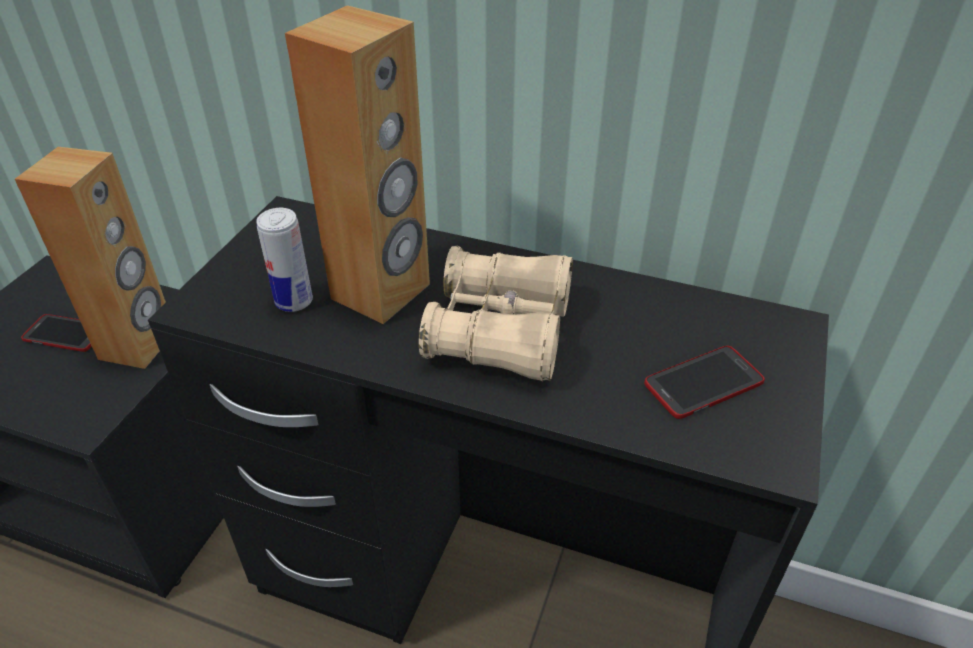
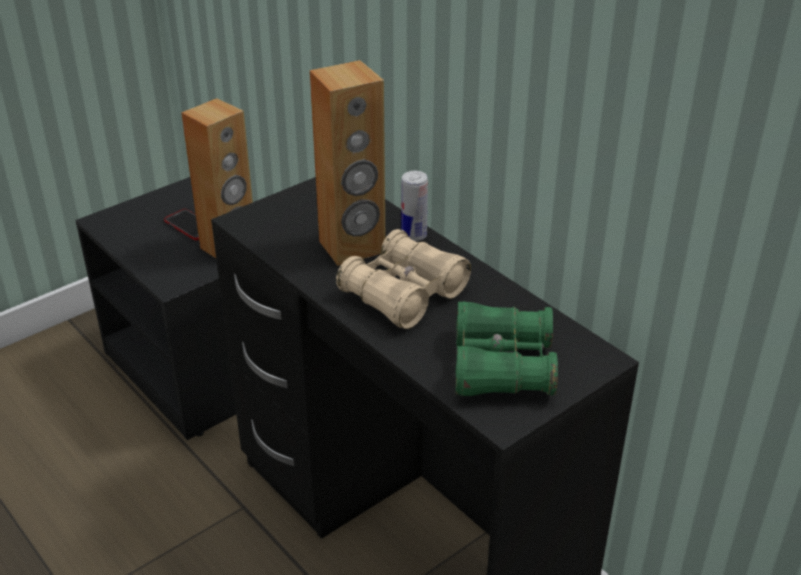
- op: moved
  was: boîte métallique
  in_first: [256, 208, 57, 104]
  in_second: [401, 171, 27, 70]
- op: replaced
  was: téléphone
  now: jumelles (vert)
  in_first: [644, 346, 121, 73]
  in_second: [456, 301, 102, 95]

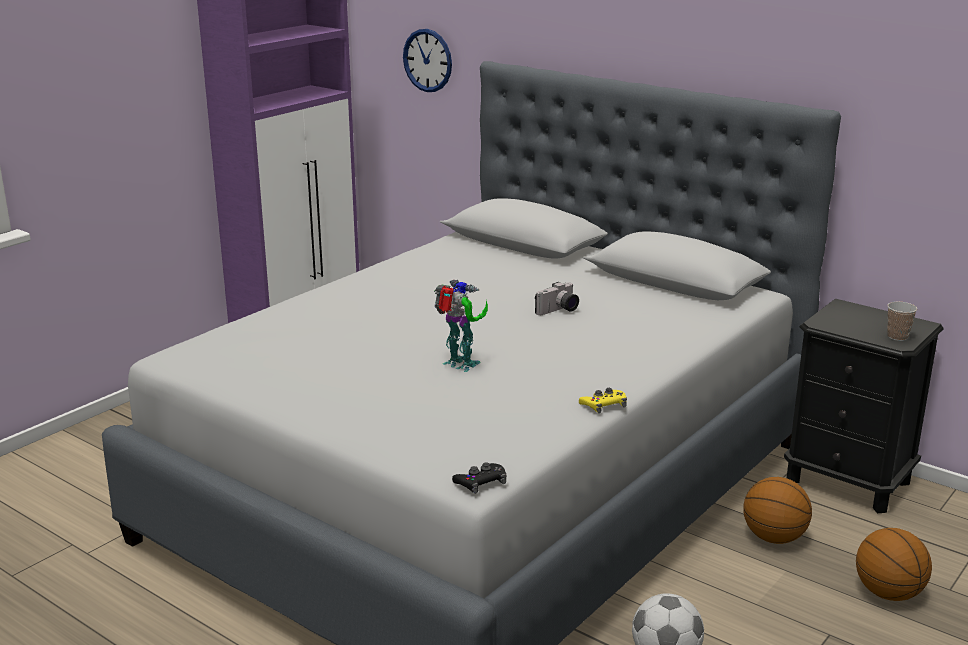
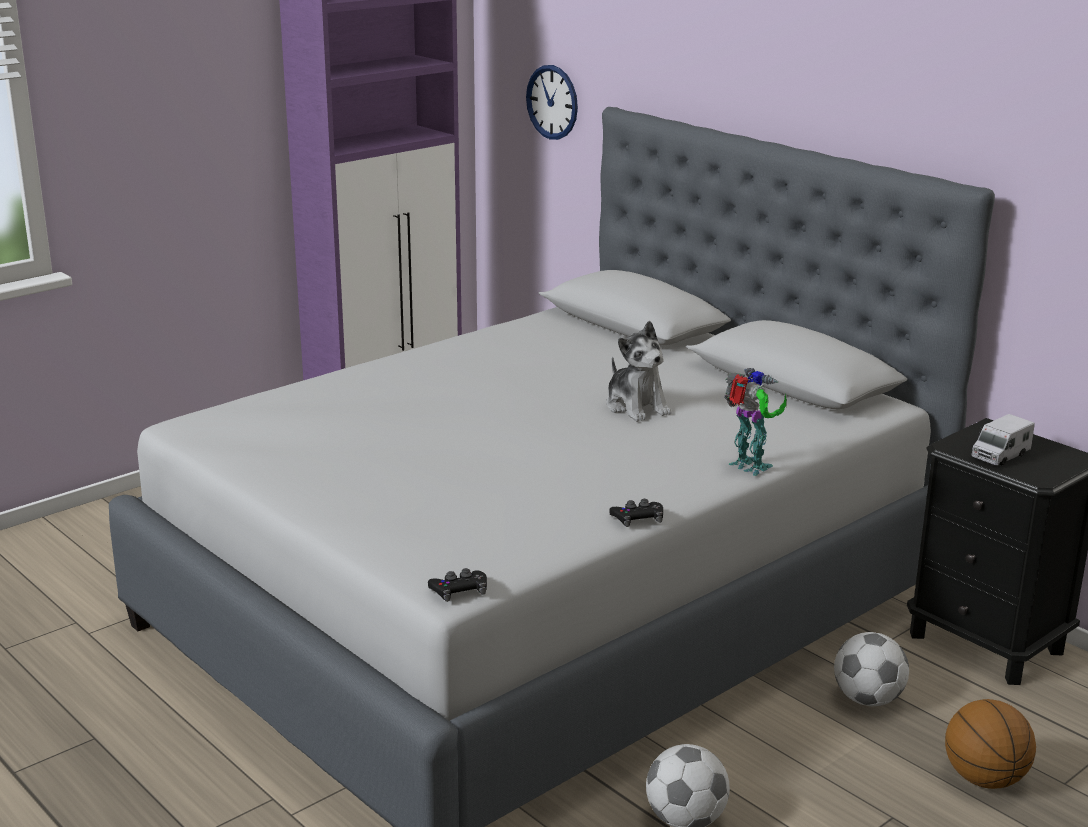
- op: moved
  was: robot jouet
  in_first: [434, 280, 54, 92]
  in_second: [724, 368, 63, 108]
- op: replaced
  was: appareil photo
  now: peluche
  in_first: [535, 282, 44, 33]
  in_second: [606, 321, 66, 101]
- op: removed
  was: tasse
  in_first: [887, 302, 30, 39]
- op: recoloured
  was: manette (jaune)
  now: manette (noir)
  in_first: [579, 388, 48, 25]
  in_second: [609, 499, 54, 28]
- op: replaced
  was: ballon de basket
  now: ballon de foot
  in_first: [743, 477, 69, 67]
  in_second: [834, 632, 75, 74]
- op: added
  now: camion jouet
  in_second: [971, 414, 64, 52]

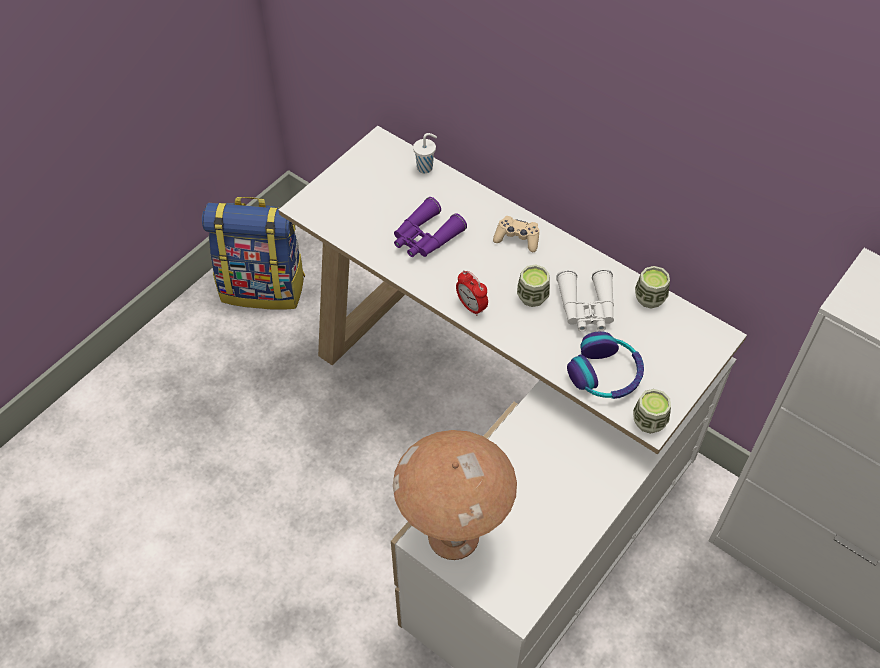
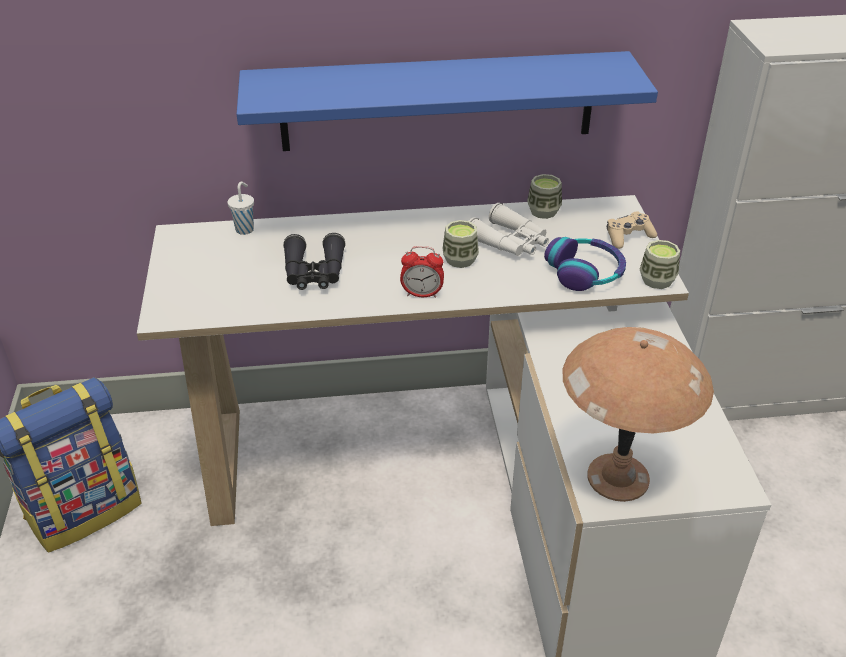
- op: recoloured
  was: jumelles (violet)
  now: jumelles (noir)
  in_first: [394, 197, 73, 60]
  in_second: [283, 233, 62, 57]
- op: moved
  was: manette (beige)
  in_first: [493, 216, 47, 36]
  in_second: [607, 211, 50, 38]
- op: added
  now: étagère (bleu)
  in_second: [236, 51, 422, 100]

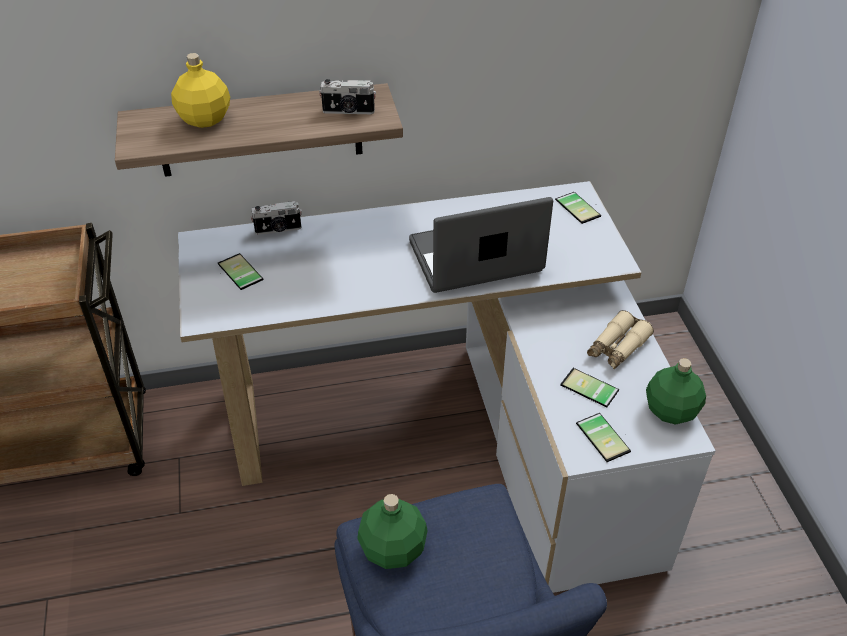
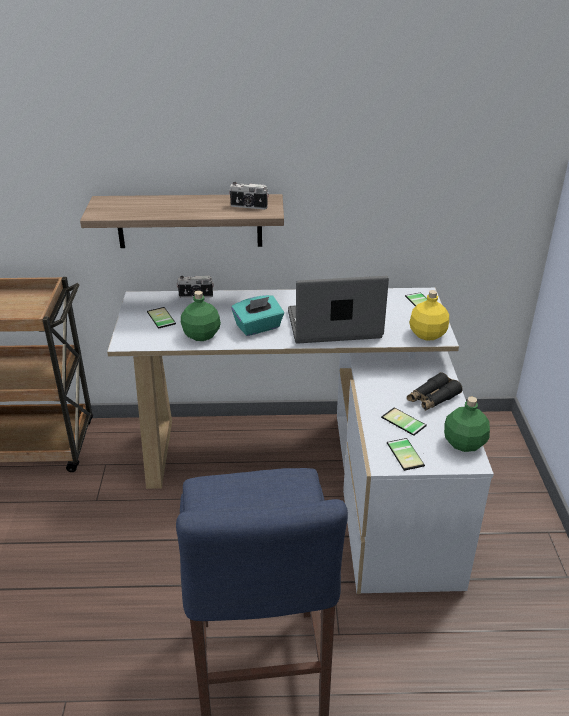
- op: moved
  was: bouteille (jaune)
  in_first: [171, 53, 59, 75]
  in_second: [409, 290, 40, 50]
- op: recoloured
  was: jumelles (beige)
  now: jumelles (noir)
  in_first: [587, 310, 67, 59]
  in_second: [407, 372, 56, 39]
- op: moved
  was: bouteille (vert)
  in_first: [357, 494, 71, 75]
  in_second: [181, 291, 40, 50]
- op: added
  now: boîte à mouchoirs (turquoise)
  in_second: [231, 295, 53, 41]

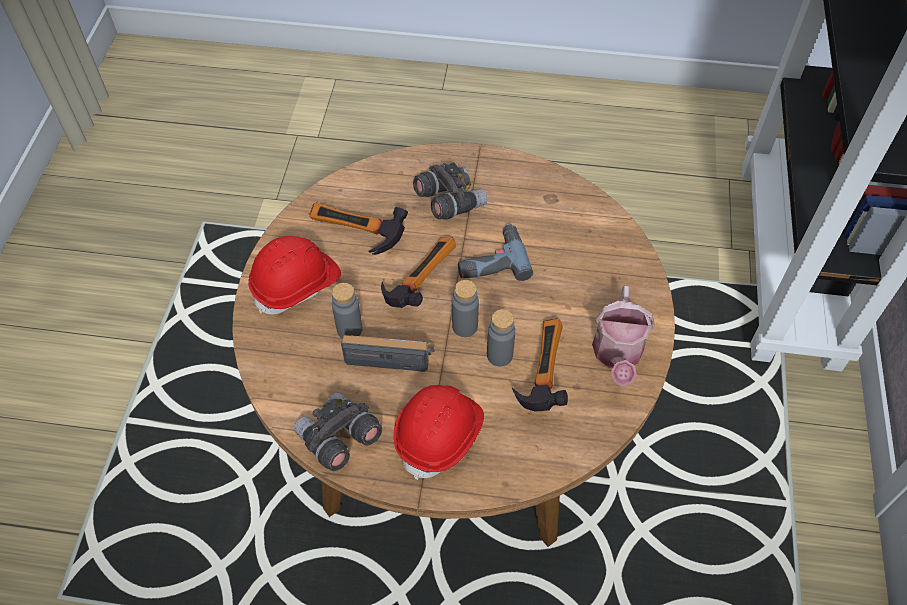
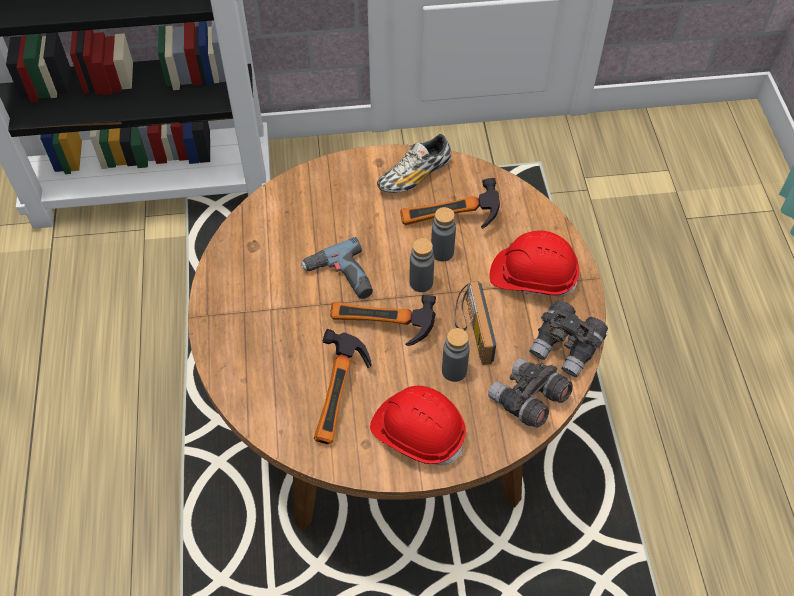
- op: moved
  was: jumelles (gris)
  in_first: [413, 162, 74, 58]
  in_second: [488, 358, 84, 70]
- op: replaced
  was: arrosoir
  now: chaussure
  in_first: [592, 286, 63, 100]
  in_second: [377, 134, 74, 59]

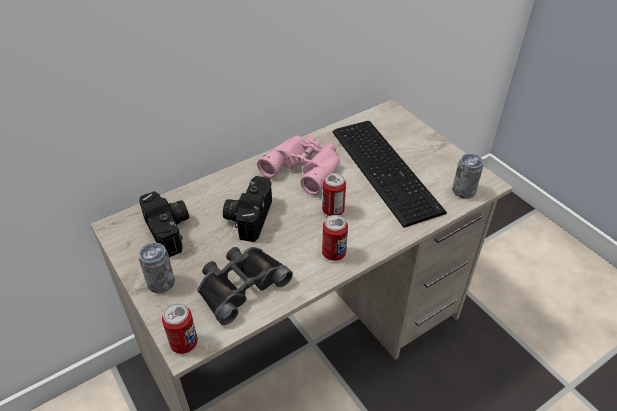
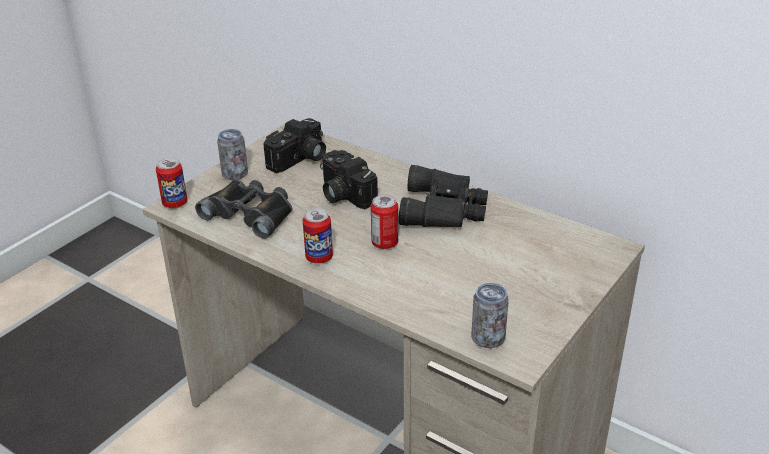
- op: removed
  was: clavier
  in_first: [333, 121, 114, 107]
- op: recoloured
  was: jumelles (rose)
  now: jumelles (noir)
  in_first: [257, 136, 83, 59]
  in_second: [399, 165, 89, 62]
- op: turned
  was: appareil photo
  in_first: [223, 176, 49, 66]
  in_second: [320, 150, 58, 59]
  clockwise: -120

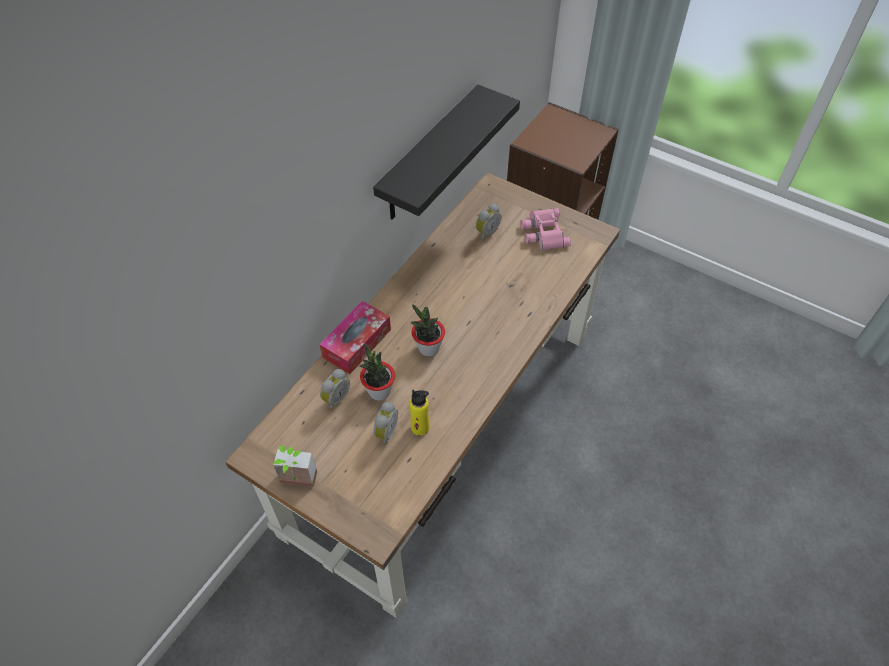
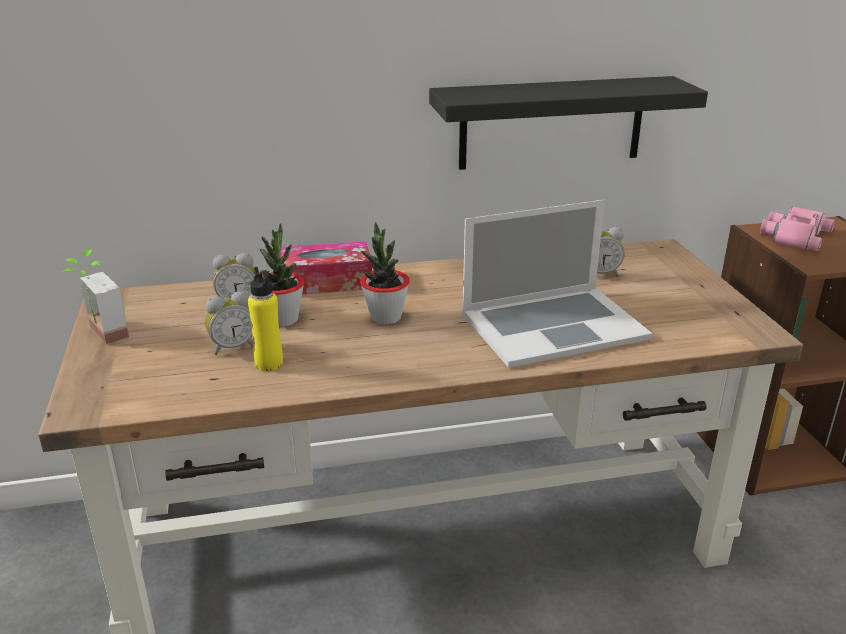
- op: moved
  was: jumelles (rose)
  in_first: [520, 208, 51, 42]
  in_second: [760, 206, 75, 45]
- op: added
  now: ordinateur portable
  in_second: [462, 200, 191, 168]

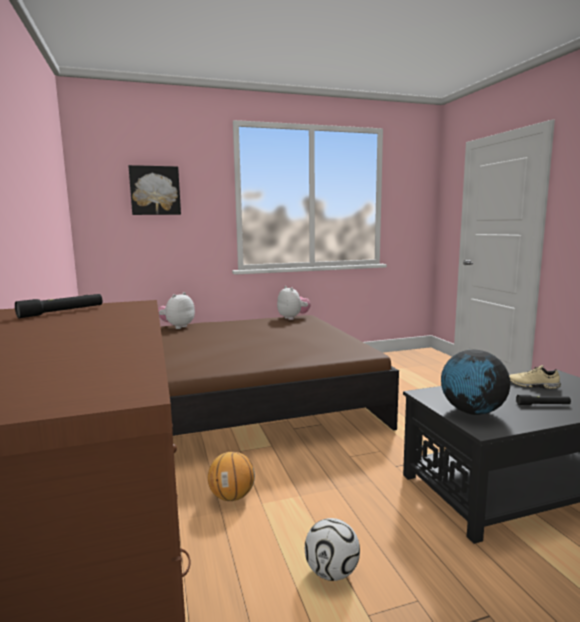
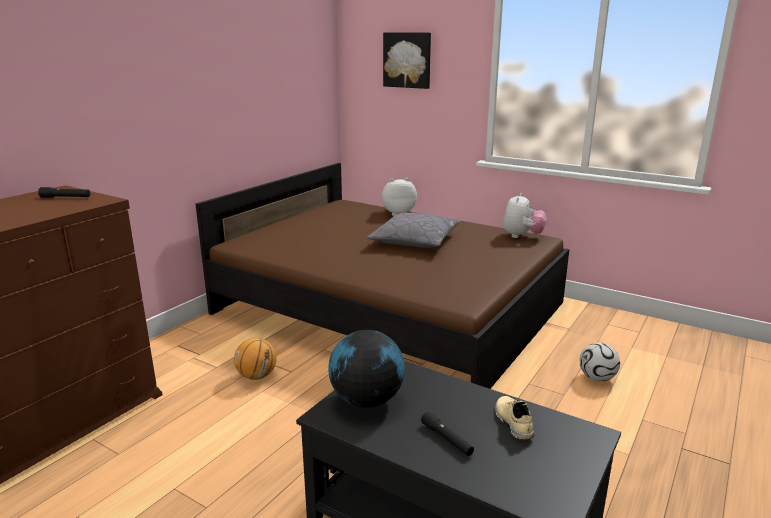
- op: moved
  was: ballon de foot
  in_first: [305, 518, 55, 63]
  in_second: [579, 343, 41, 38]
- op: added
  now: coussin (gris)
  in_second: [366, 213, 94, 35]

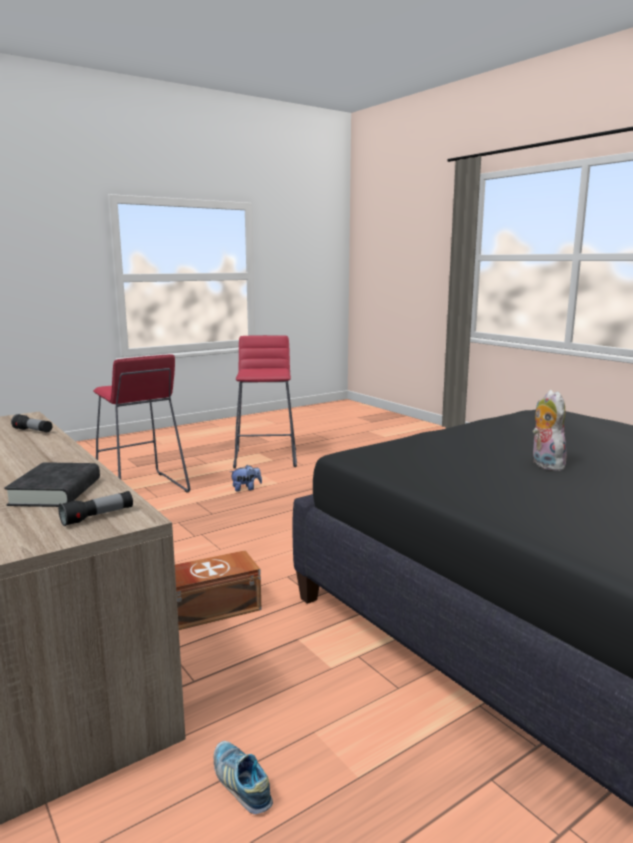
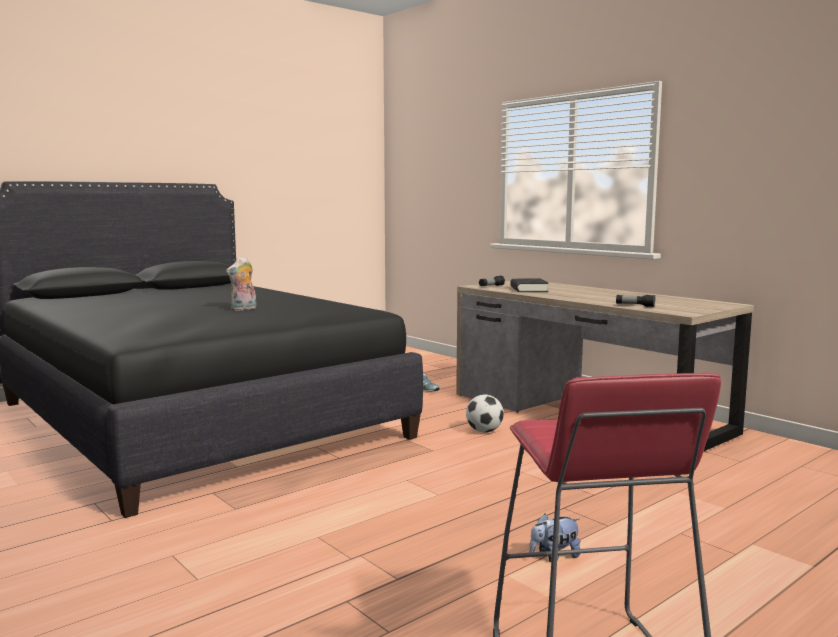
- op: removed
  was: tabouret (rouge)
  in_first: [93, 354, 97, 139]
- op: turned
  was: peluche
  in_first: [532, 390, 36, 81]
  in_second: [226, 257, 30, 54]
  clockwise: 60
- op: replaced
  was: boîte de rangement (marron)
  now: ballon de foot
  in_first: [175, 550, 86, 80]
  in_second: [466, 394, 38, 38]

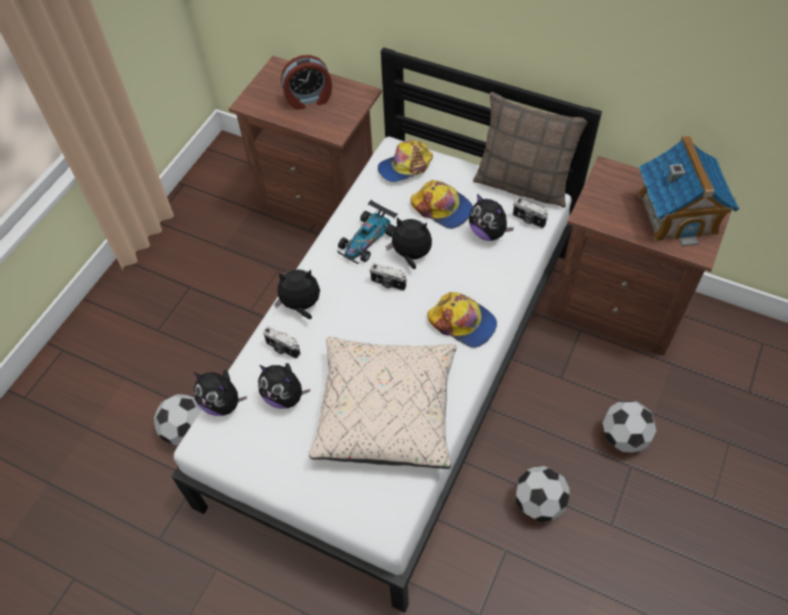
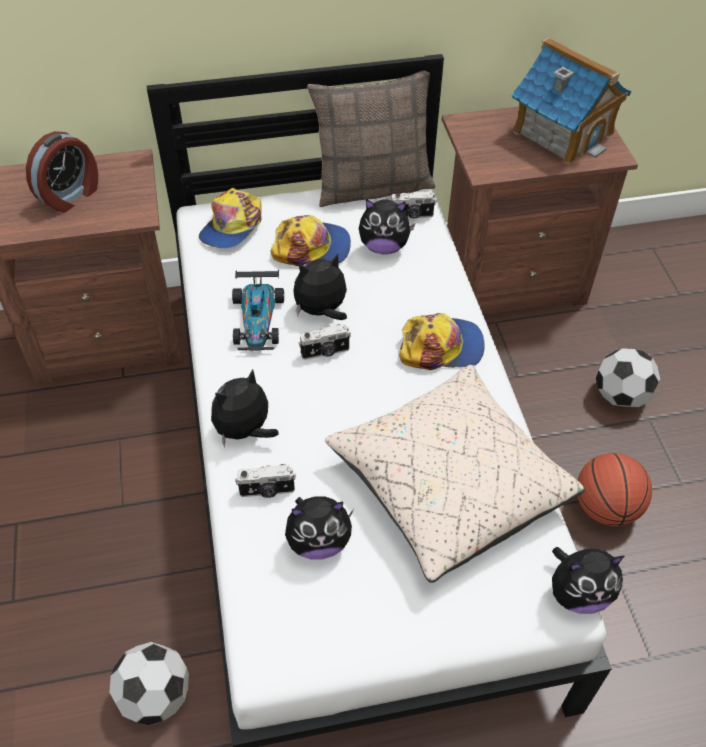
- op: moved
  was: peluche
  in_first: [193, 370, 54, 46]
  in_second: [552, 547, 73, 67]
- op: replaced
  was: ballon de foot
  now: ballon de basket
  in_first: [515, 466, 54, 56]
  in_second: [578, 453, 74, 73]

